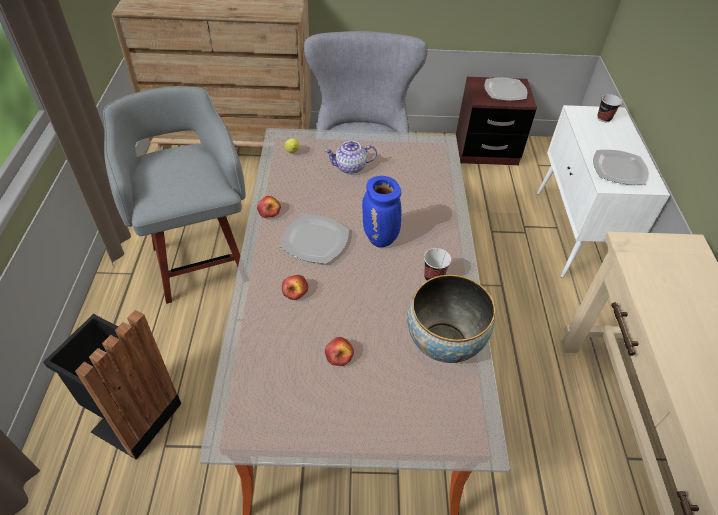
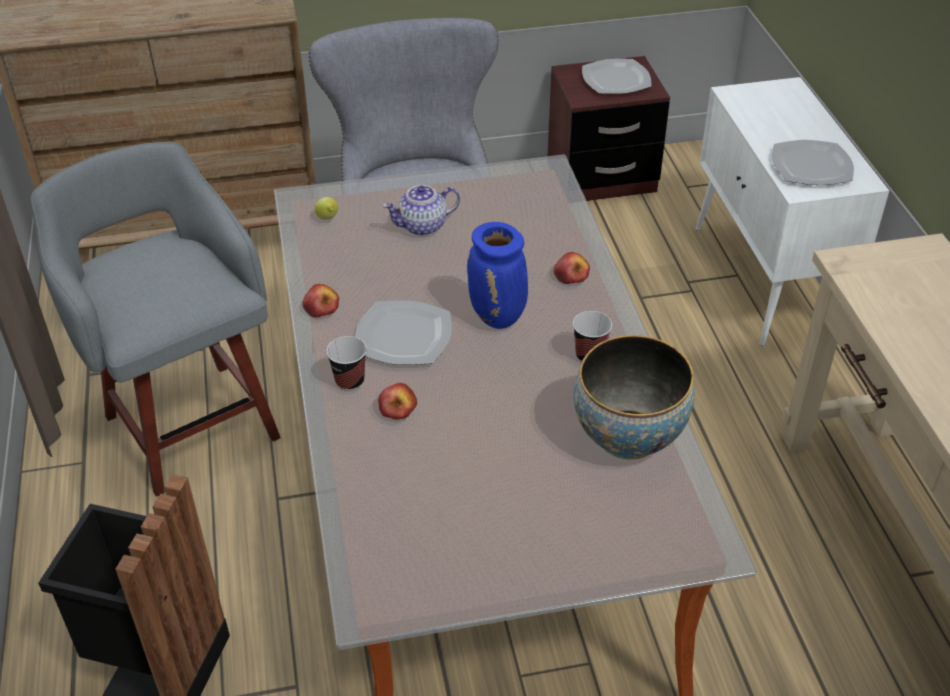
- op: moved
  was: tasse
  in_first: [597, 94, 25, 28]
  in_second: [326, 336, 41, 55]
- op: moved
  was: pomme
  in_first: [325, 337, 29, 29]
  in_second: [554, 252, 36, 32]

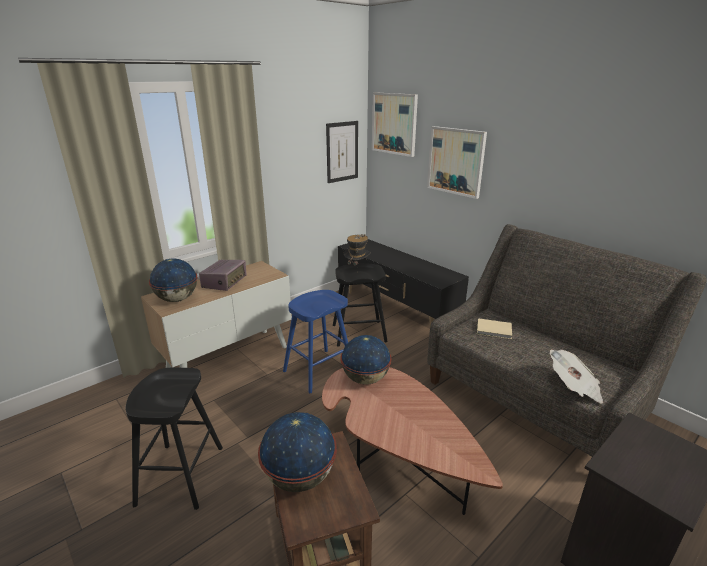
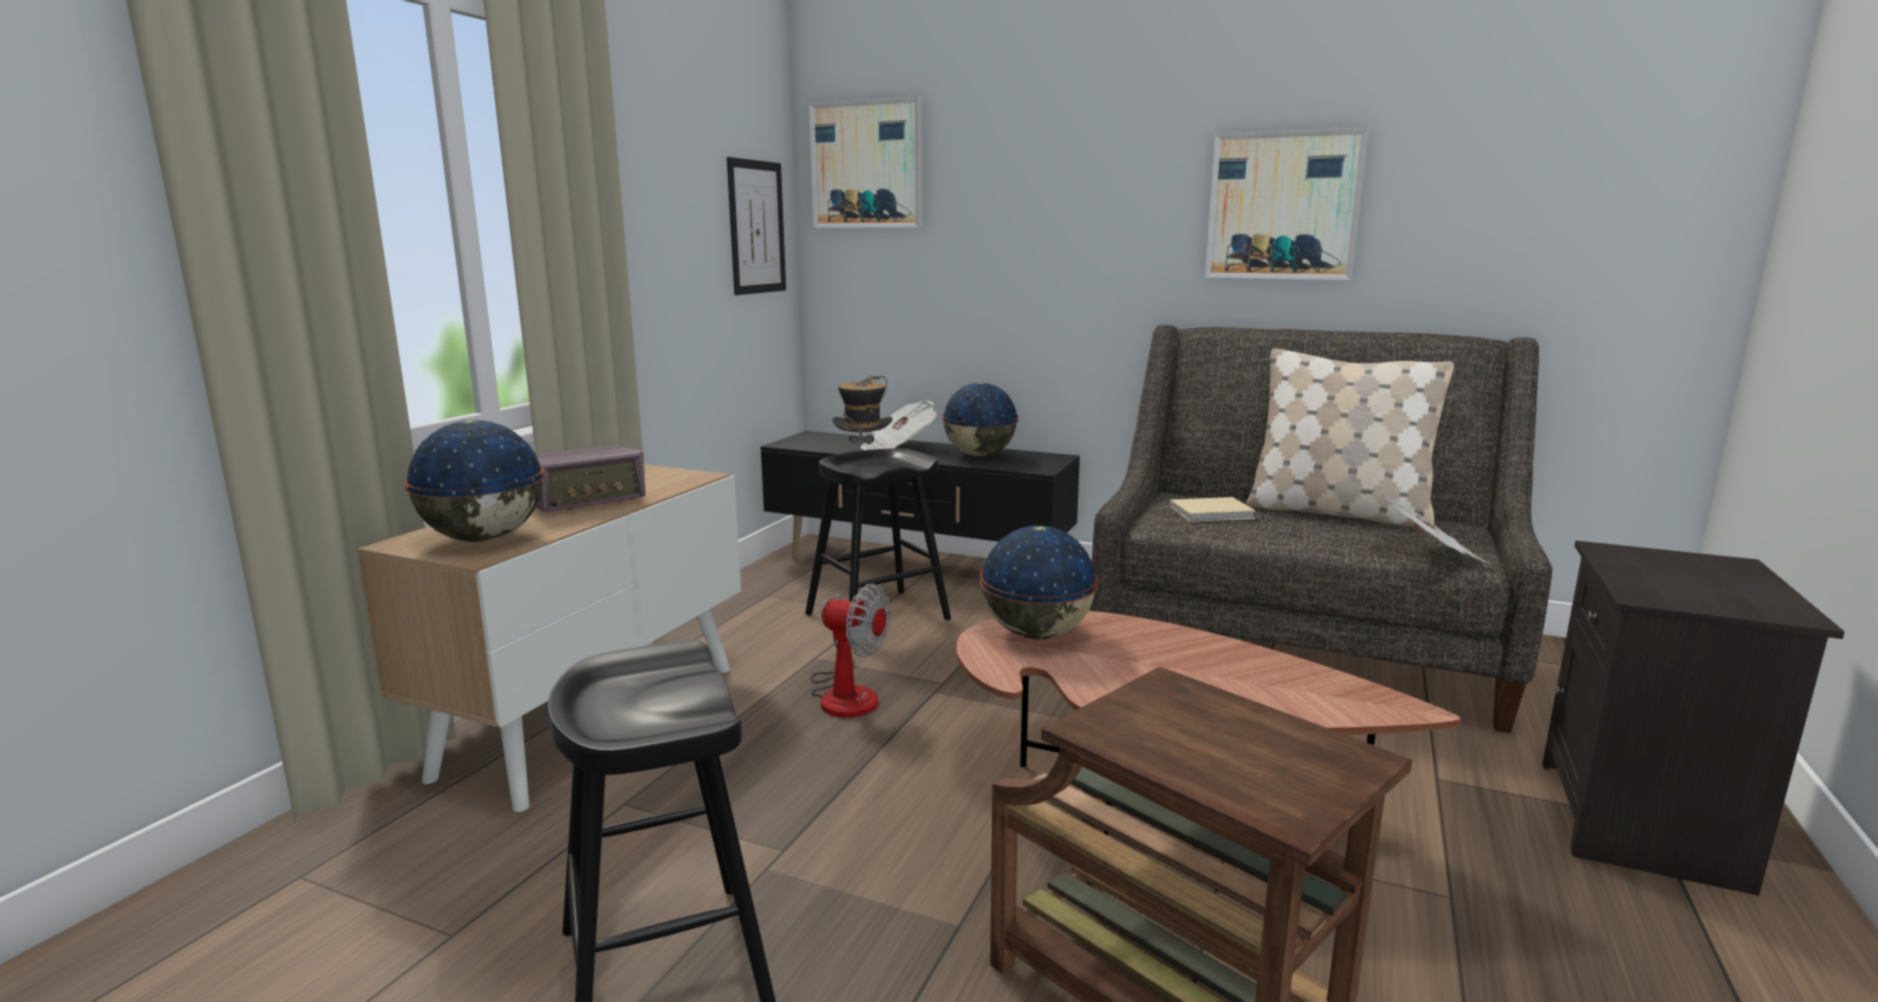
- op: moved
  was: tableau
  in_first: [427, 126, 60, 73]
  in_second: [1205, 128, 163, 152]
- op: turned
  was: radio
  in_first: [199, 260, 48, 31]
  in_second: [536, 446, 110, 66]
  clockwise: 60
- op: replaced
  was: tabouret (bleu)
  now: ventilateur
  in_first: [283, 290, 65, 103]
  in_second: [810, 583, 80, 135]
- op: moved
  was: globe
  in_first: [258, 412, 79, 80]
  in_second: [942, 383, 77, 74]
- op: added
  now: coussin (beige)
  in_second: [1246, 349, 208, 179]
- op: added
  now: journal
  in_second: [861, 401, 76, 49]

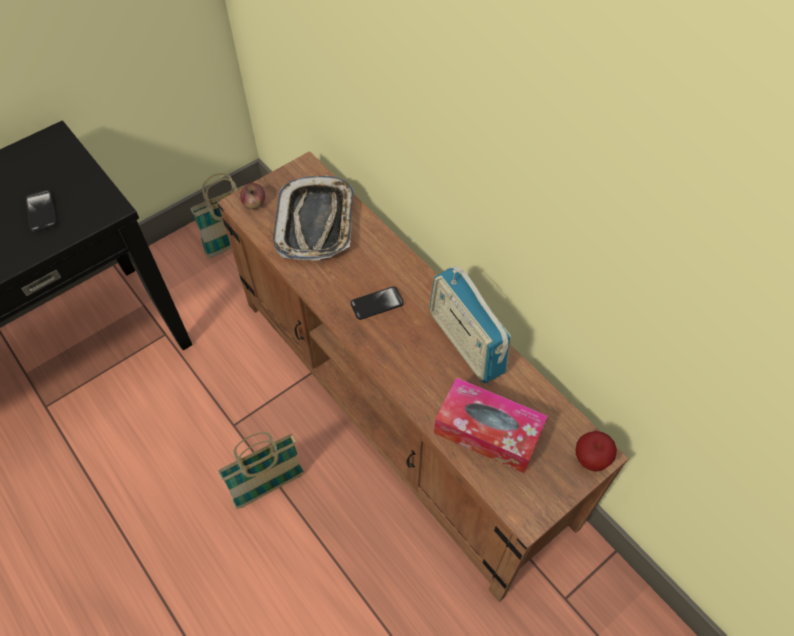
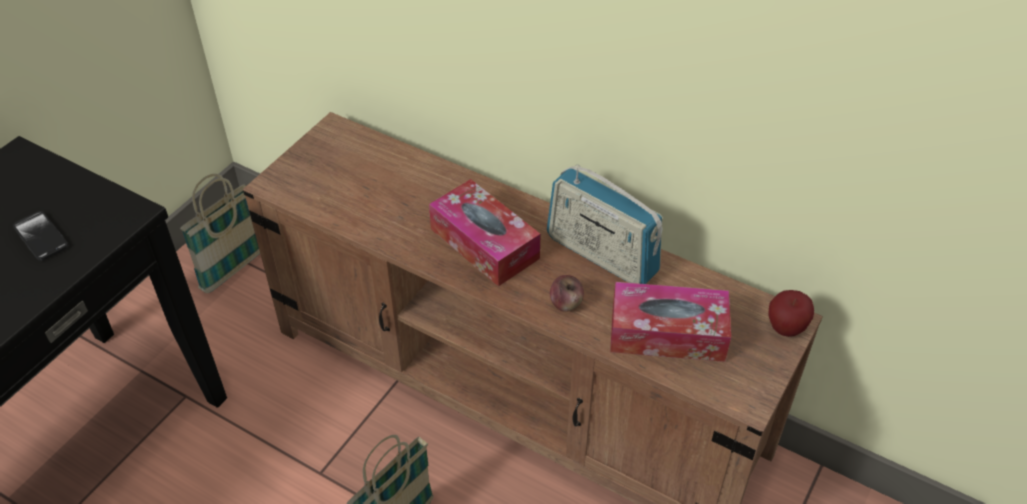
- op: removed
  was: plateau
  in_first: [273, 176, 81, 85]
- op: moved
  was: pomme
  in_first: [240, 183, 25, 26]
  in_second: [550, 275, 34, 37]
- op: replaced
  was: téléphone
  now: boîte à mouchoirs
  in_first: [351, 286, 53, 34]
  in_second: [429, 179, 112, 108]

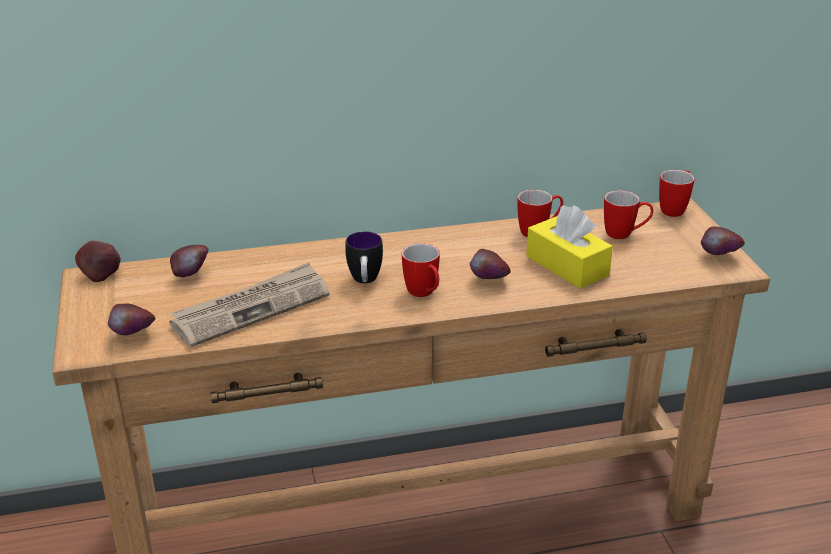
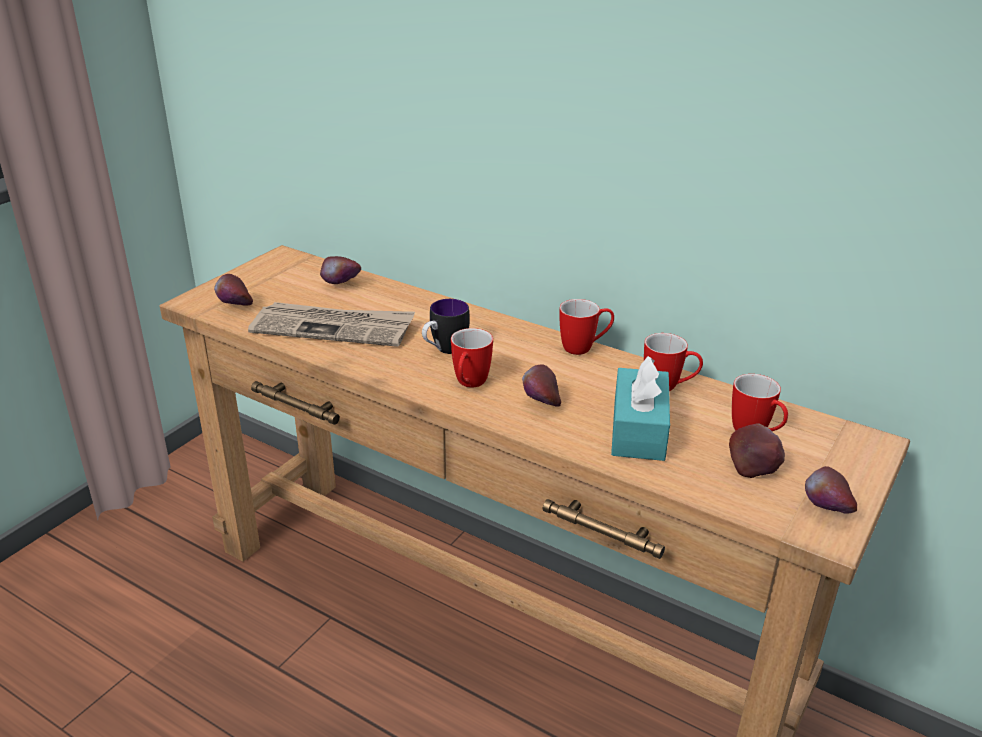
- op: moved
  was: mug
  in_first: [659, 170, 36, 47]
  in_second: [559, 299, 55, 56]
- op: recoloured
  was: boîte à mouchoirs (jaune)
  now: boîte à mouchoirs (turquoise)
  in_first: [526, 205, 87, 83]
  in_second: [611, 356, 59, 105]
- op: moved
  was: pomme
  in_first: [75, 240, 46, 42]
  in_second: [729, 423, 56, 55]

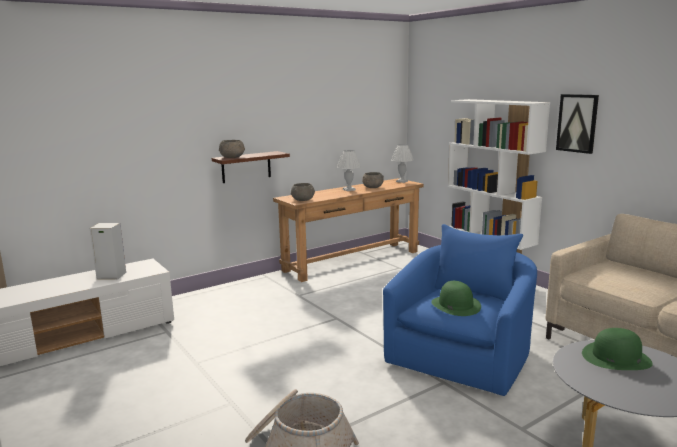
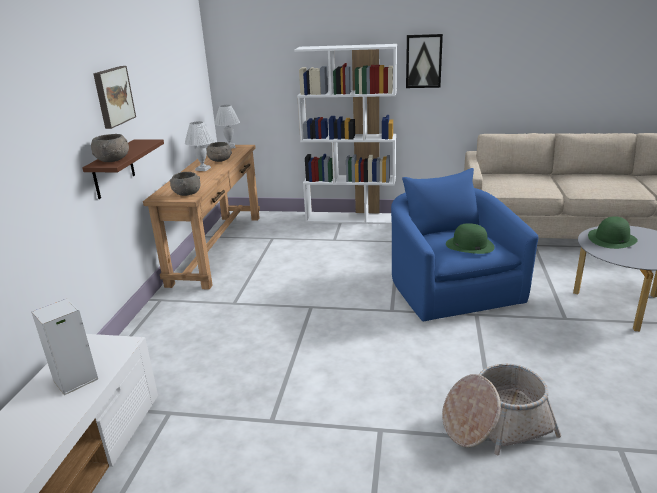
- op: added
  now: tableau
  in_second: [93, 66, 43, 63]

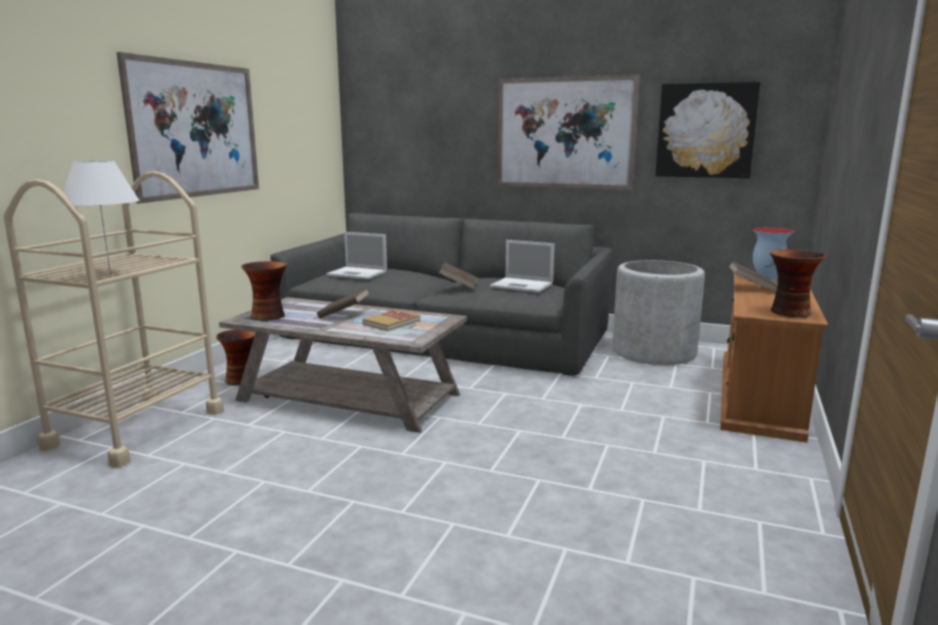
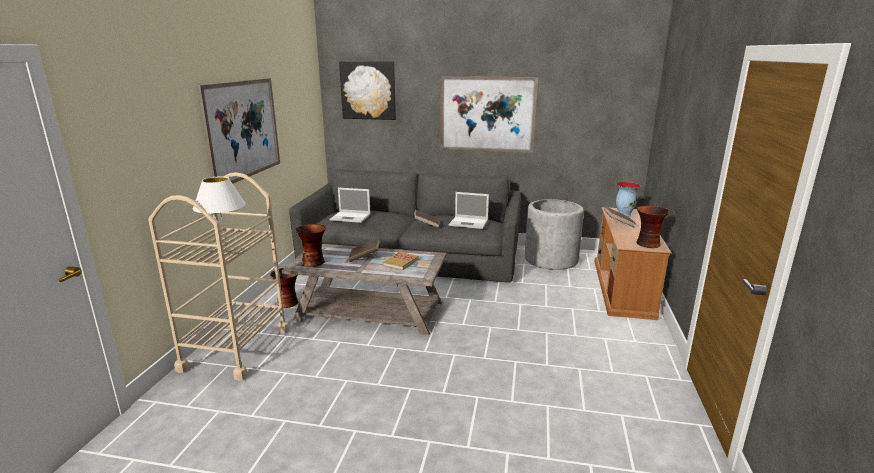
- op: moved
  was: tableau
  in_first: [655, 81, 106, 97]
  in_second: [339, 61, 57, 59]

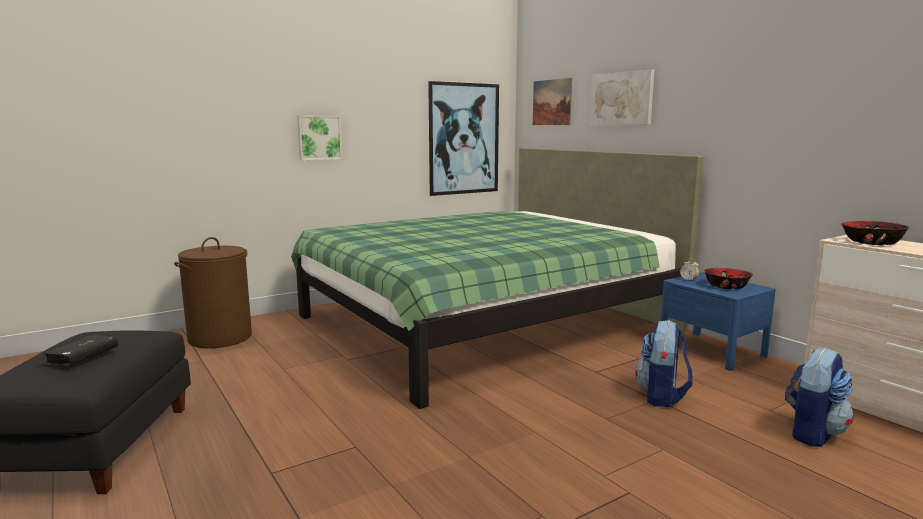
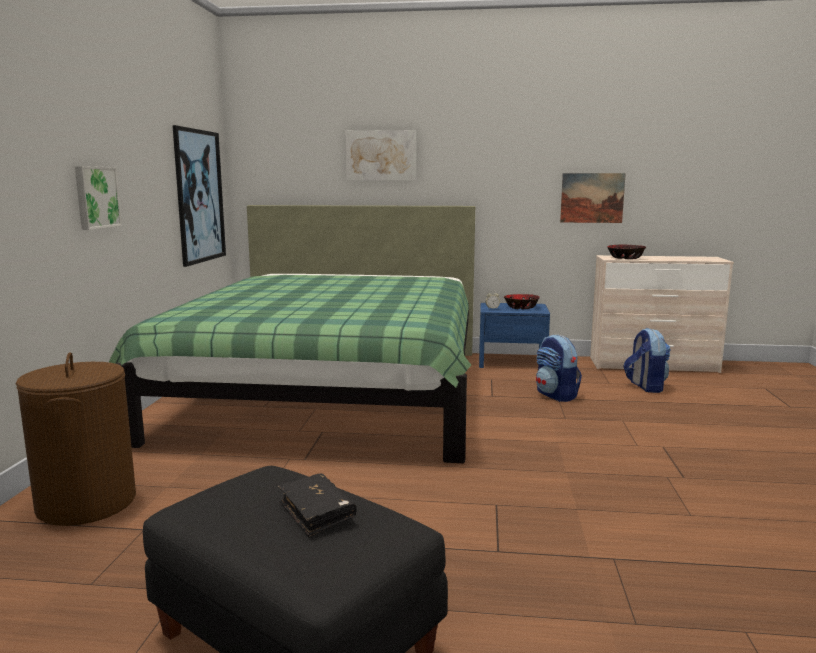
- op: moved
  was: tableau
  in_first: [533, 78, 39, 47]
  in_second: [560, 173, 66, 50]

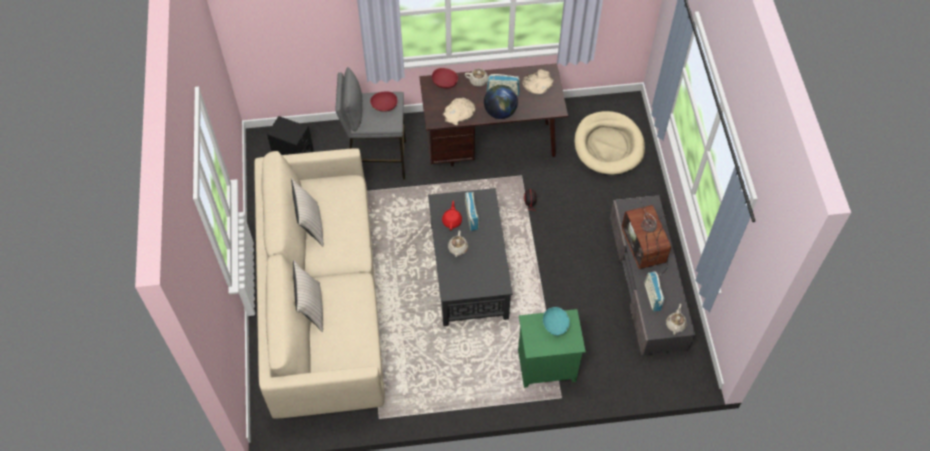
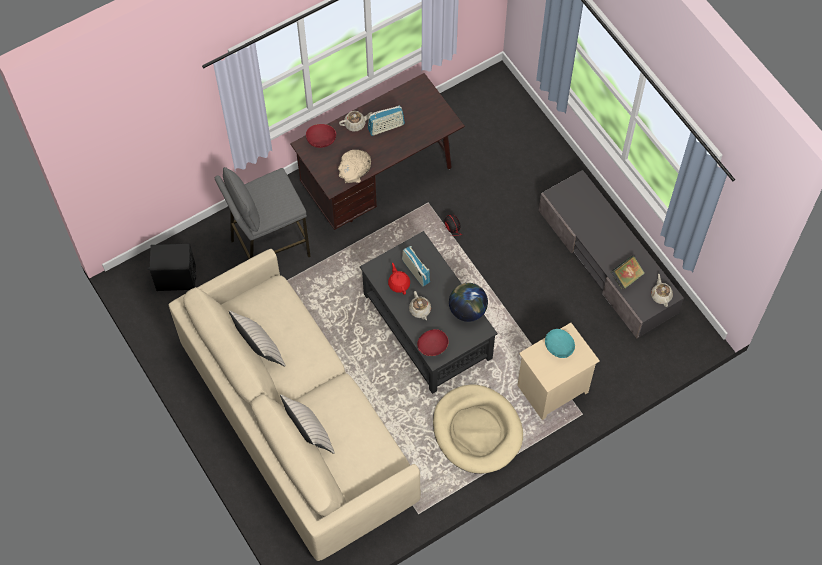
- op: removed
  was: bol (beige)
  in_first: [522, 69, 32, 25]
- op: moved
  was: globe
  in_first: [484, 85, 34, 34]
  in_second: [449, 283, 39, 39]
- op: moved
  was: bol (rouge)
  in_first: [370, 91, 27, 21]
  in_second: [417, 329, 32, 27]
- op: moved
  was: panier pour chien (beige)
  in_first: [574, 111, 71, 64]
  in_second: [433, 384, 90, 90]
- op: removed
  was: téléviseur
  in_first: [622, 197, 49, 80]
- op: replaced
  was: radio
  now: livre
  in_first: [644, 271, 20, 41]
  in_second: [611, 256, 34, 34]
- op: recoloured
  was: table de chevet (vert)
  now: table de chevet (beige)
  in_first: [518, 309, 68, 79]
  in_second: [517, 323, 83, 97]

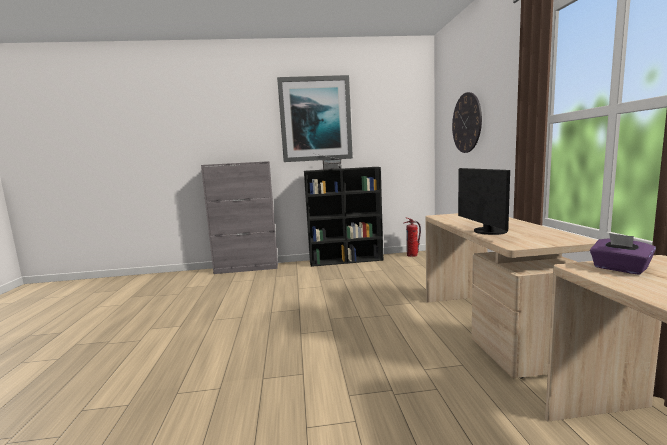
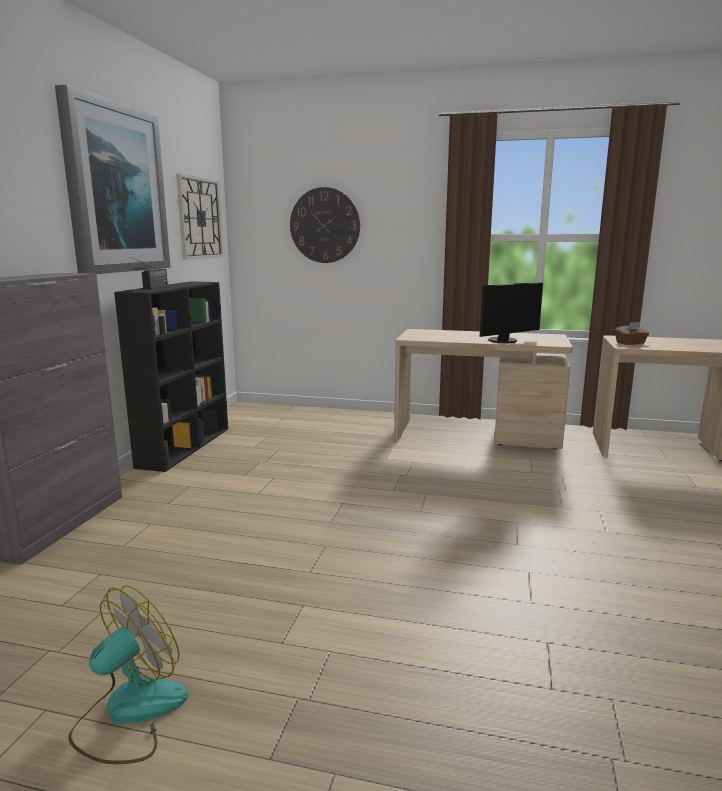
- op: turned
  was: écran d'ordinateur
  in_first: [458, 168, 52, 67]
  in_second: [480, 282, 63, 61]
  clockwise: -45
- op: removed
  was: extincteur
  in_first: [403, 218, 18, 39]
- op: recoloured
  was: boîte à mouchoirs (violet)
  now: boîte à mouchoirs (marron)
  in_first: [590, 233, 66, 42]
  in_second: [615, 322, 34, 23]
- op: added
  now: horloge murale
  in_second: [176, 174, 47, 86]
- op: added
  now: ventilateur
  in_second: [68, 585, 120, 179]

